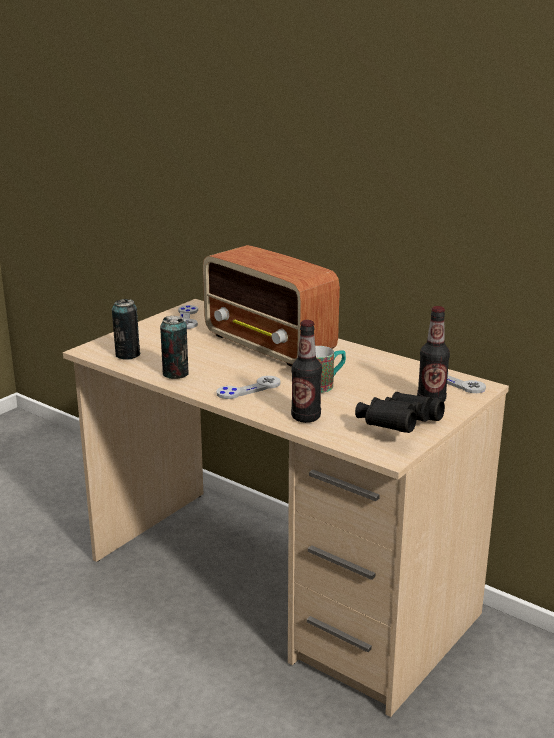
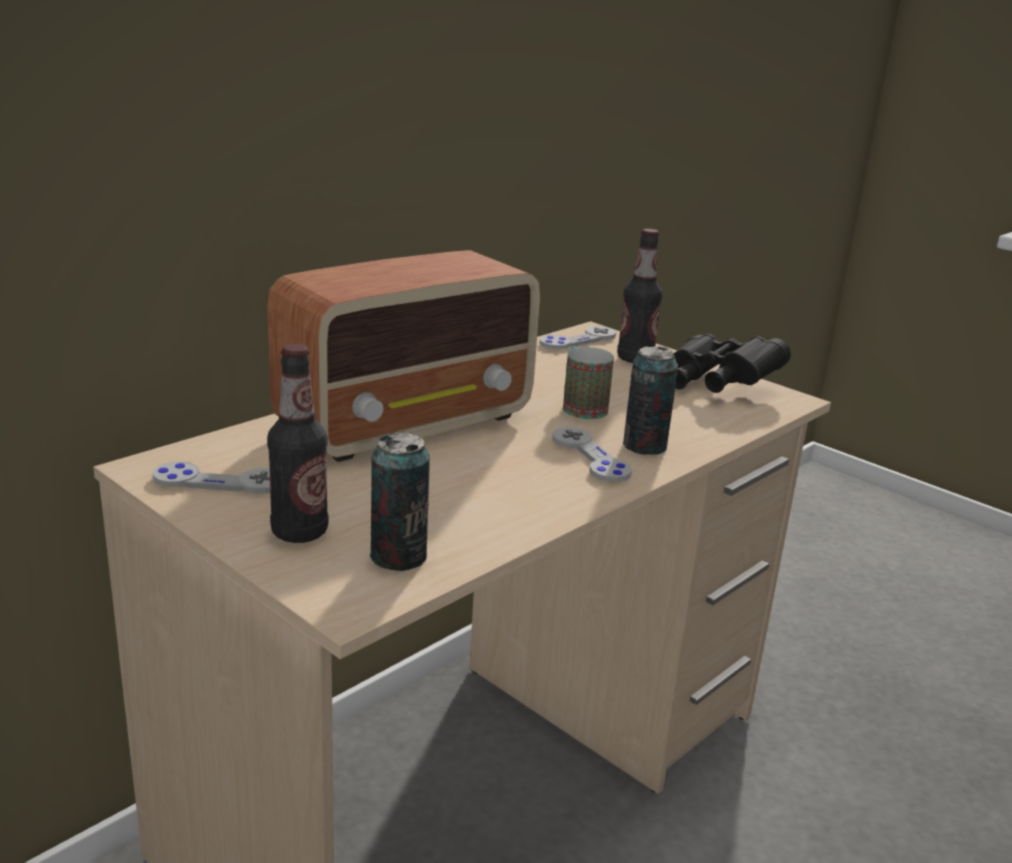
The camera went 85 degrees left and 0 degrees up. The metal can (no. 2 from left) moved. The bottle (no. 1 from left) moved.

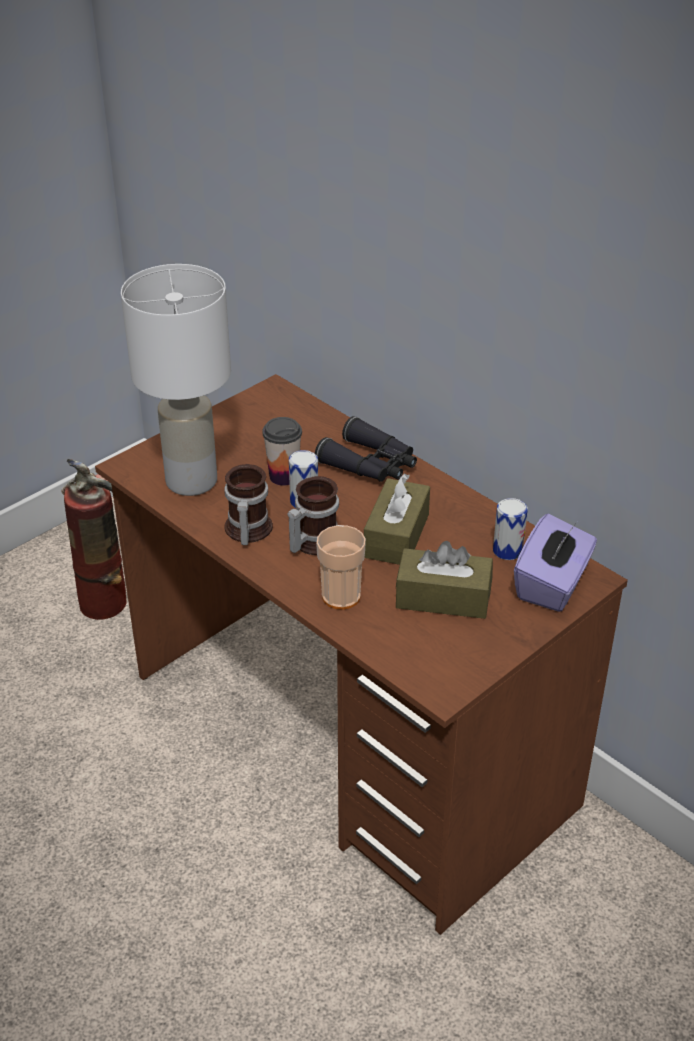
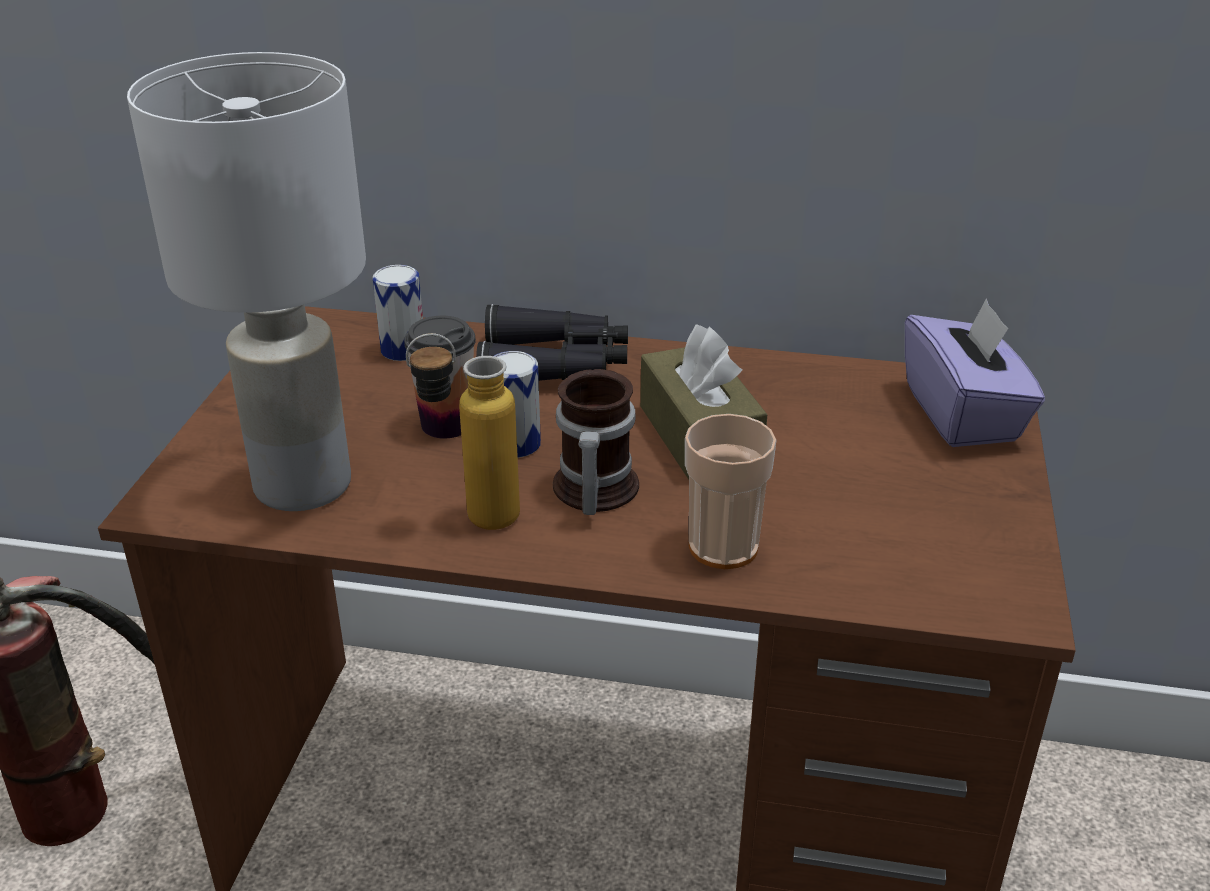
The camera went 35 degrees left and 5 degrees down. The tissue box (brownish) (no. 2 from left) disappeared. The metal can (no. 2 from left in the first image) moved. The tea mug (no. 1 from left) was replaced by the bottle.

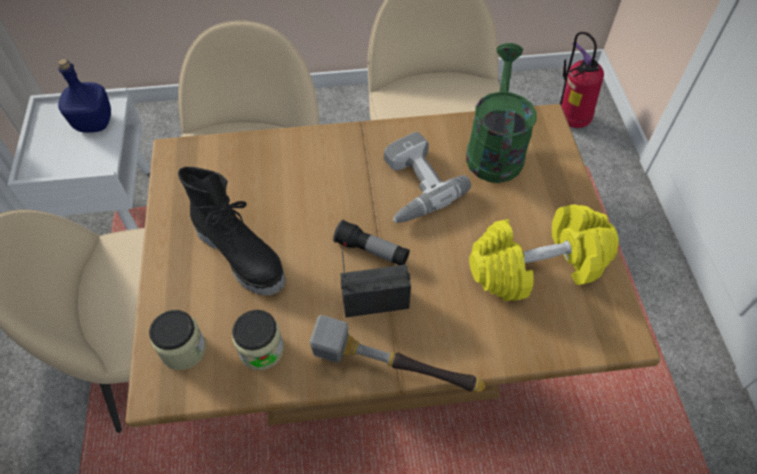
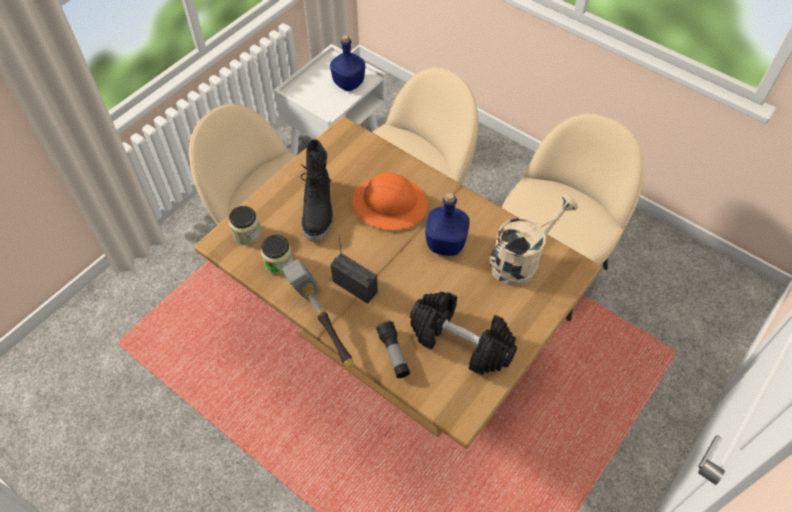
The camera went 45 degrees right and 0 degrees up. The fire-fighting cylinder disappeared. The safety helmet (orange-coloured) appeared. The hand torch moved. The electric drill was replaced by the bottle (blue) (no. 2 from left). The watering pot (green) became the watering pot (beige). The dumbbell (yellowish) became the dumbbell (black-coloured).

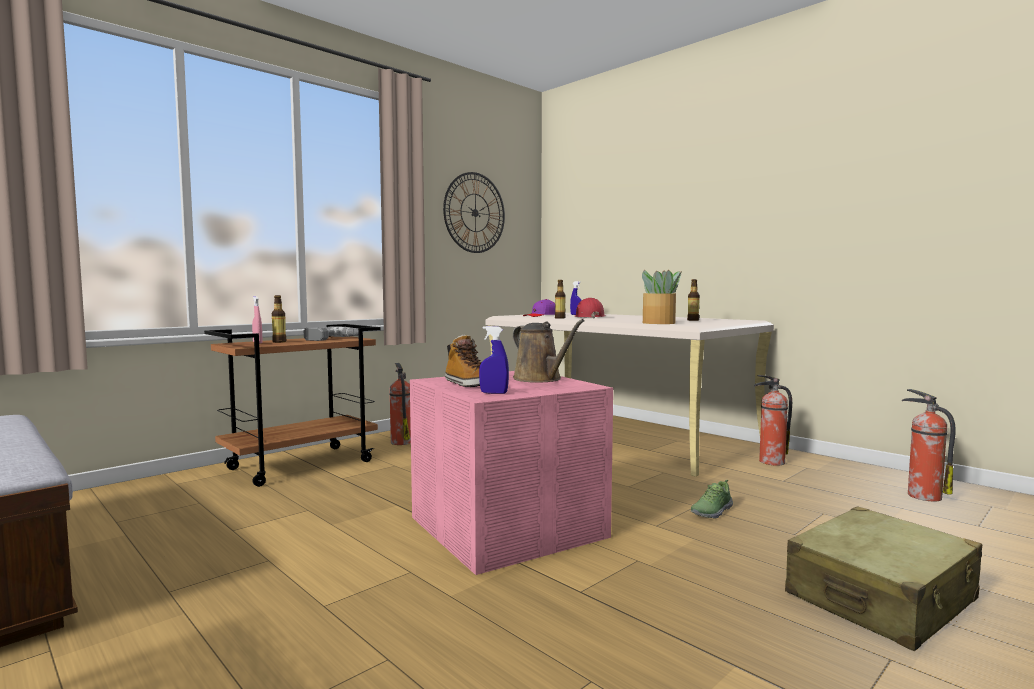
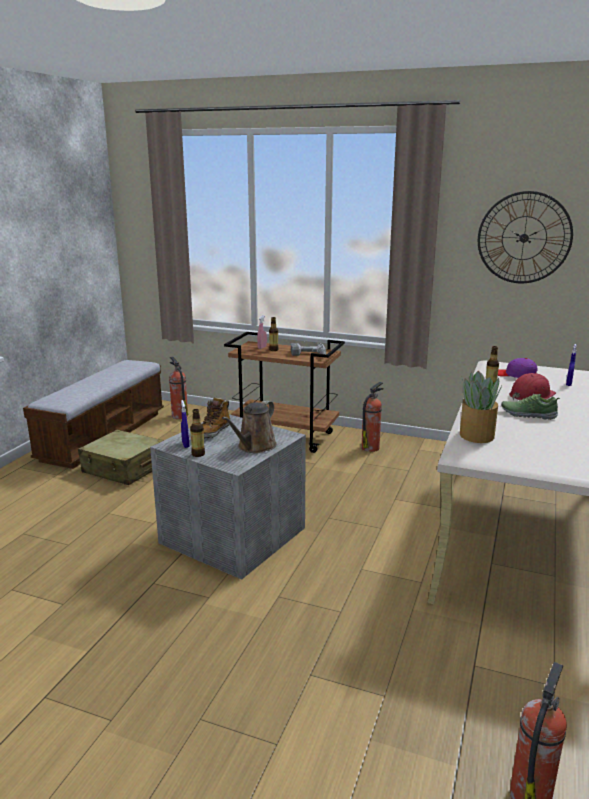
The camera went 65 degrees right and 15 degrees up. The bottle (no. 3 from left in the first image) moved. The shoe moved. The fire-fighting cylinder (no. 2 from left in the first image) moved. The travel case (beige) moved. The storage bin (pink) became the storage bin (grey).

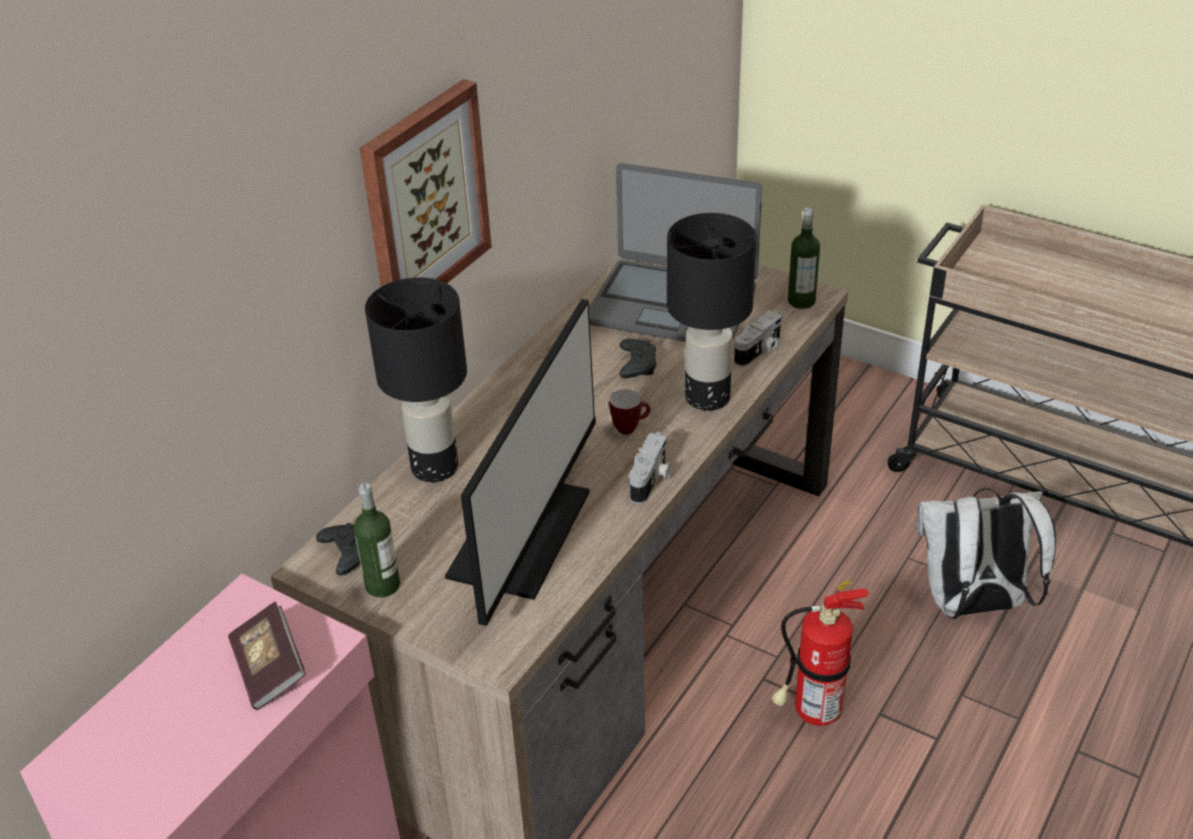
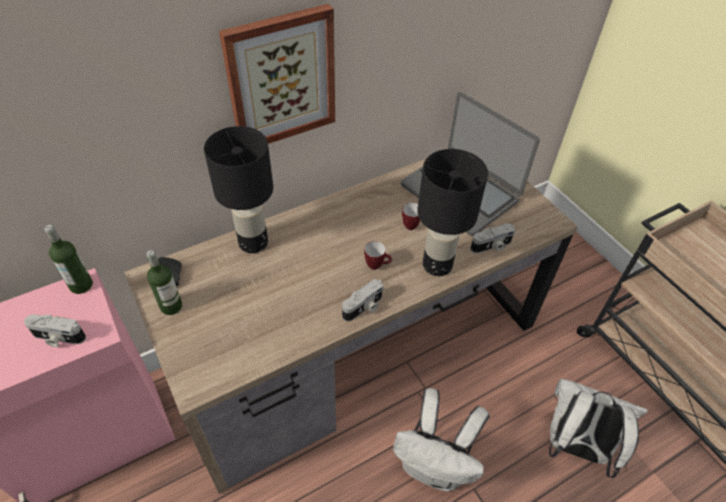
The camera went 25 degrees right and 10 degrees up. The computer screen disappeared. The bottle (no. 2 from left in the first image) moved. The book was replaced by the still camera (no. 1 from left). The game controller (black-coloured) (no. 2 from left) was replaced by the tea mug (no. 2 from left). The fire-fighting cylinder was replaced by the backpack (whitish) (no. 1 from left).

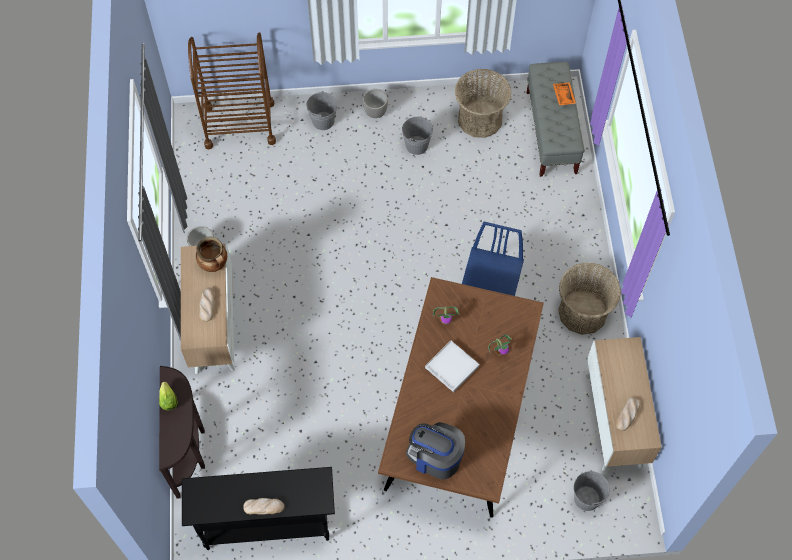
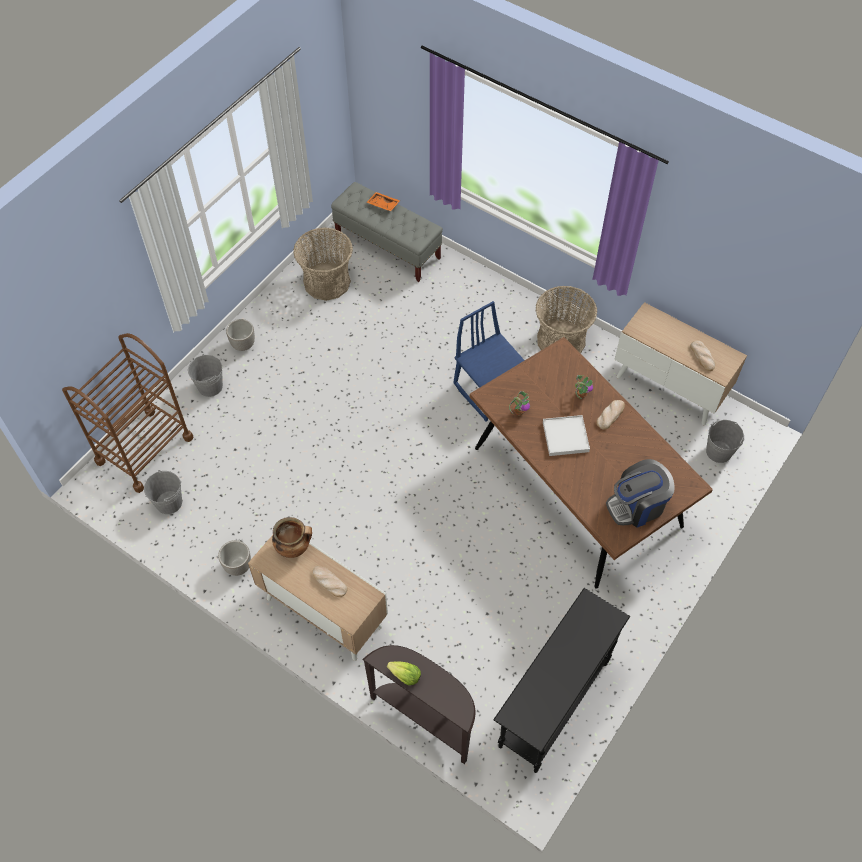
The camera went 50 degrees left and 5 degrees down. The bakery bread (no. 2 from left) moved. The water bucket (grey) (no. 2 from left in the first image) moved.

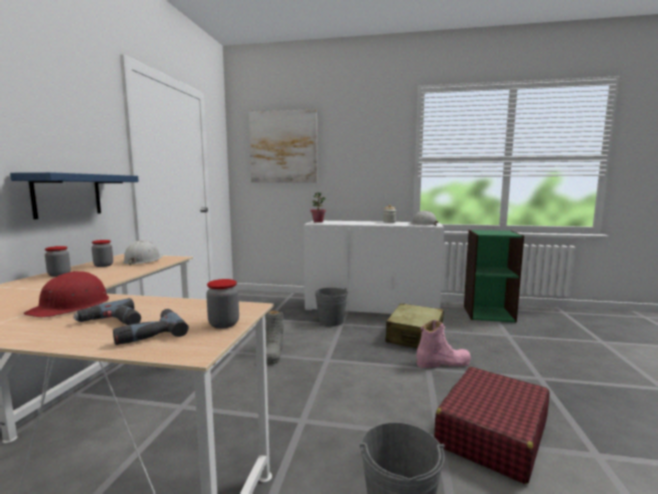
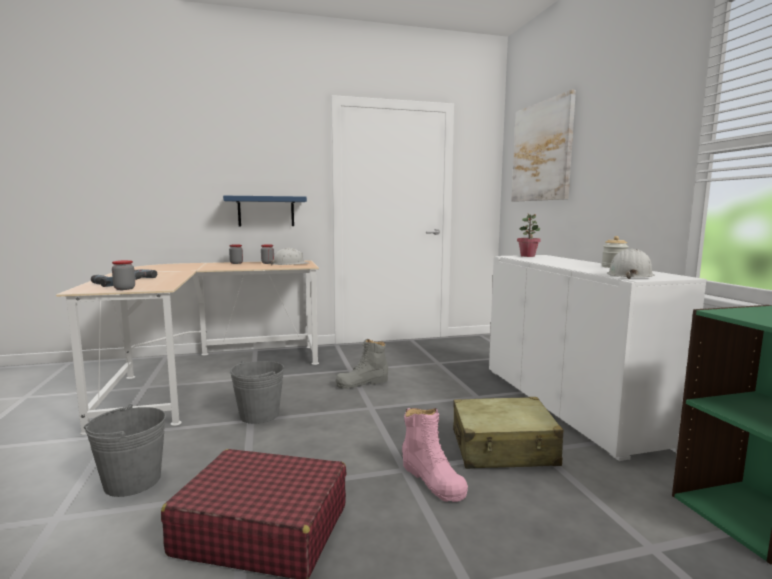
The camera went 65 degrees right and 0 degrees up. The safety helmet (reddish) disappeared. The water bucket (grey) (no. 1 from left in the first image) moved.

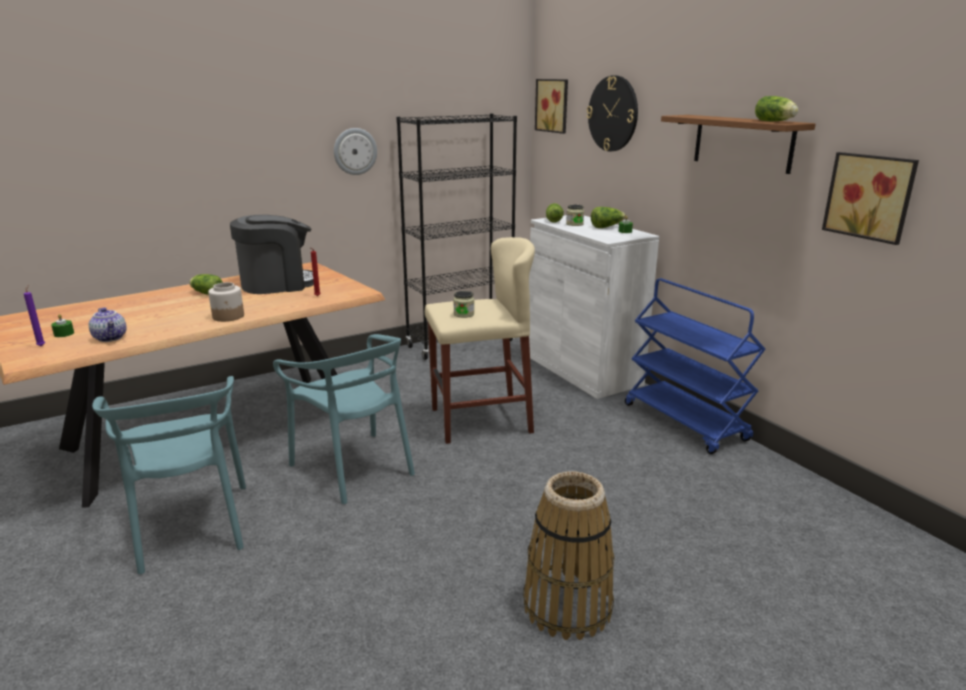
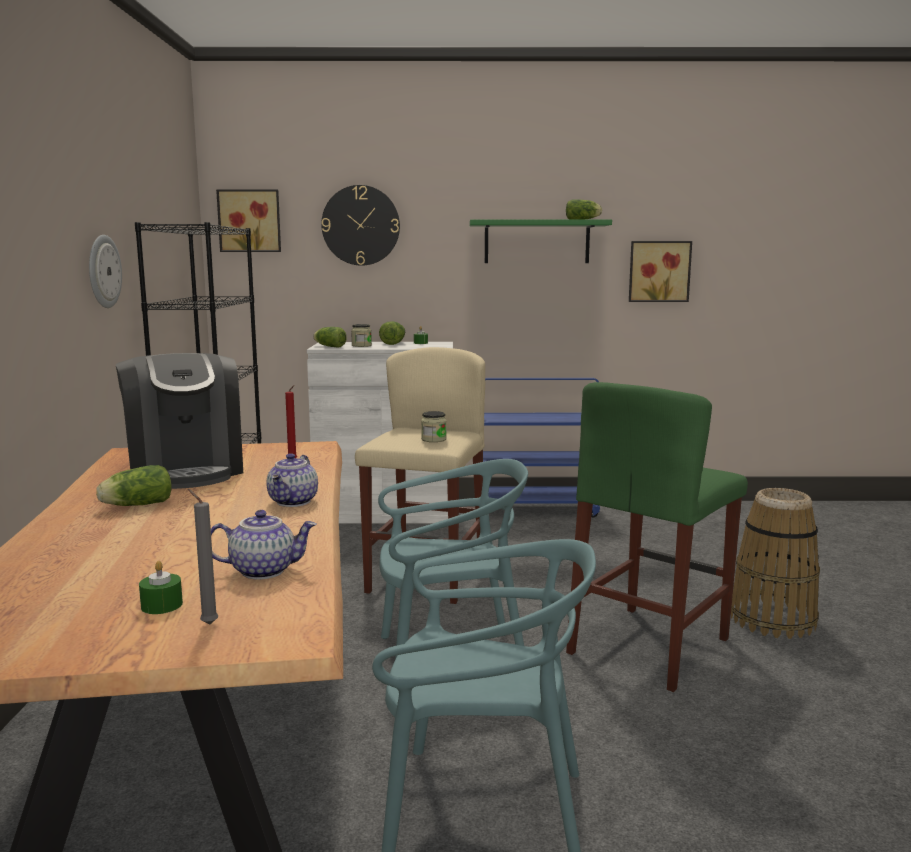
The camera went 60 degrees left and 10 degrees down. The sitting stool (green) appeared. The jar (no. 1 from left) was replaced by the pot for tea (no. 2 from left). The candle (purplish) became the candle (grey). The bracket shelf (brownish) became the bracket shelf (green). The coffee maker turned 150 degrees clockwise.

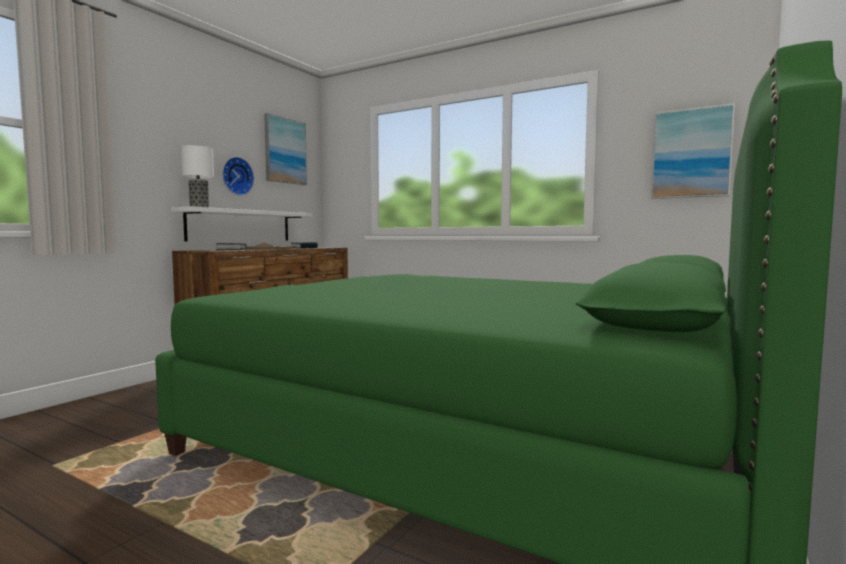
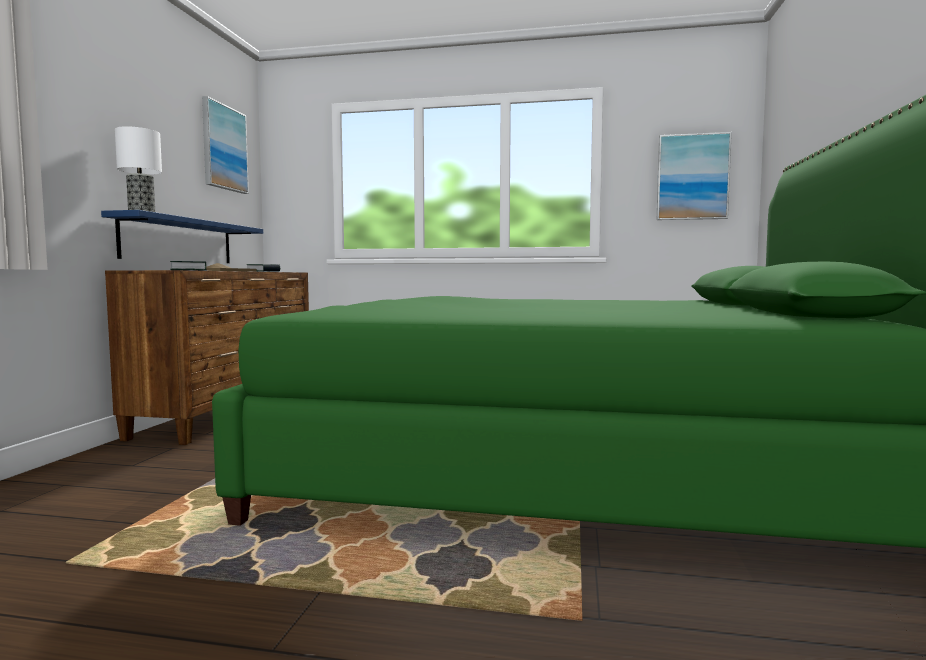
The camera went 20 degrees left and 0 degrees up. The clock on the wall disappeared. The bracket shelf (whitish) became the bracket shelf (blue).

